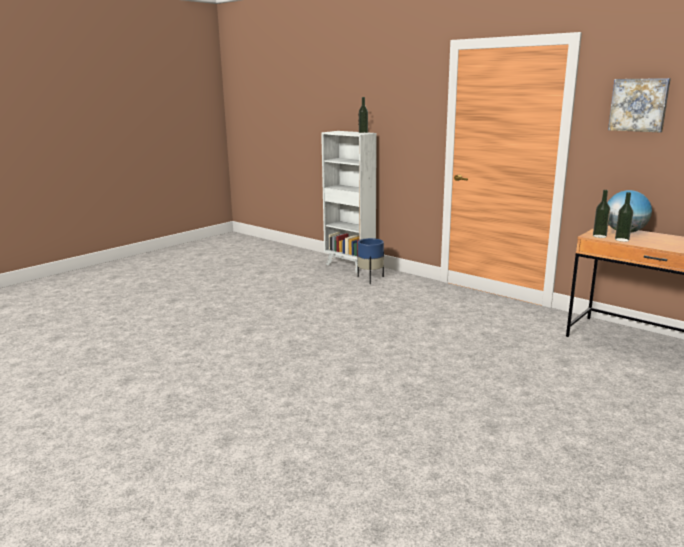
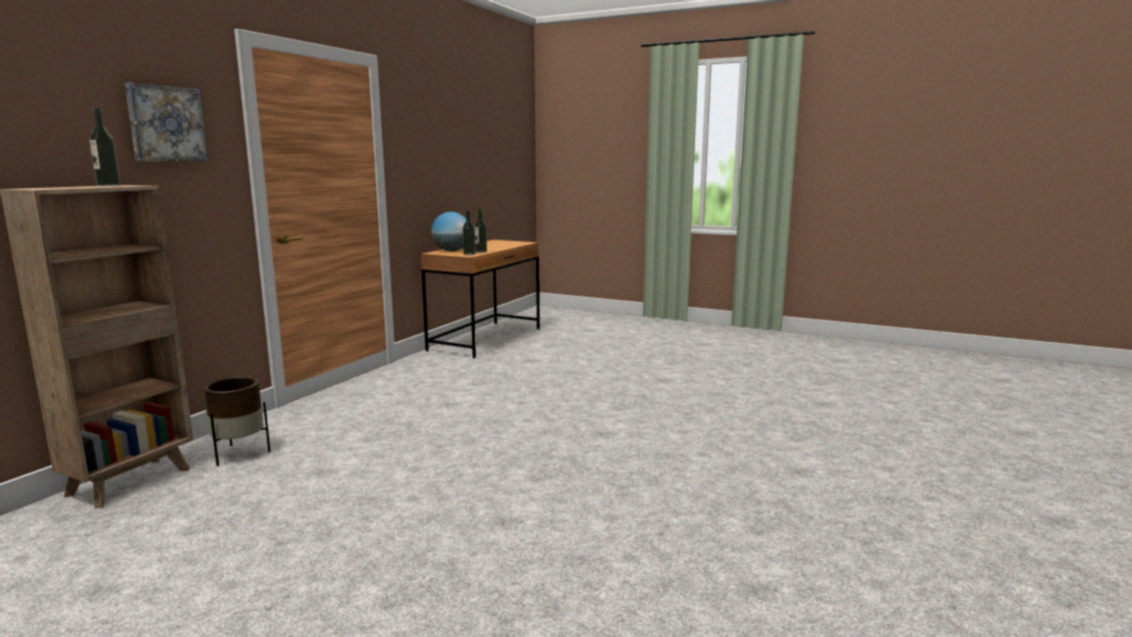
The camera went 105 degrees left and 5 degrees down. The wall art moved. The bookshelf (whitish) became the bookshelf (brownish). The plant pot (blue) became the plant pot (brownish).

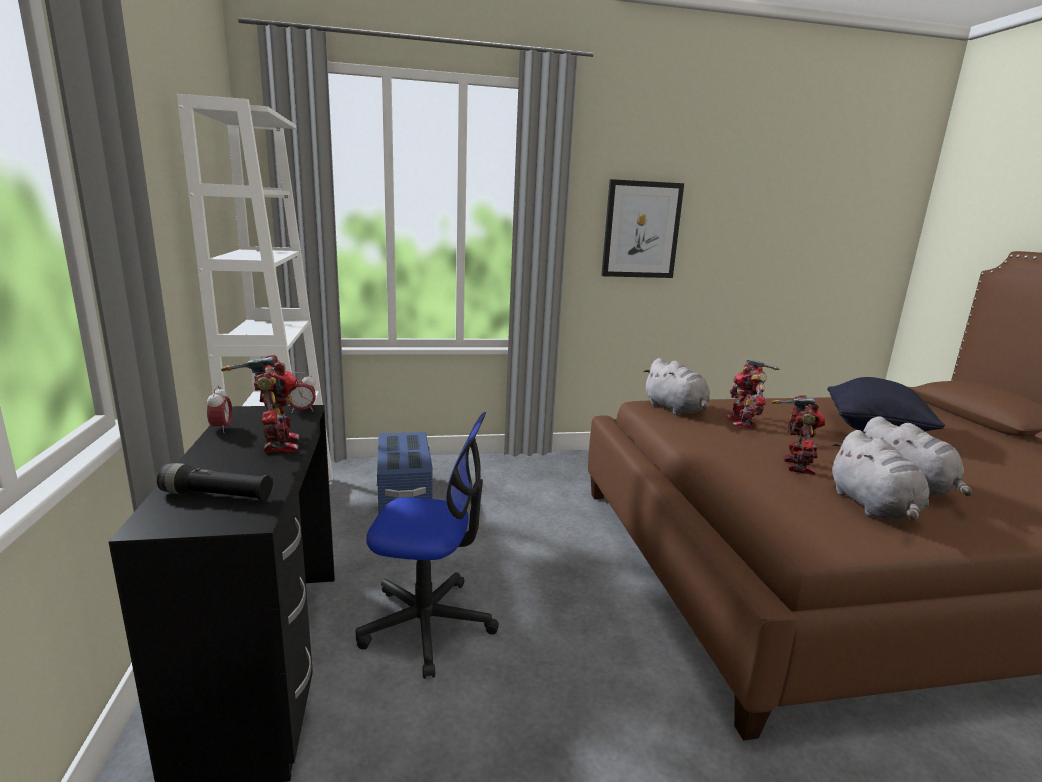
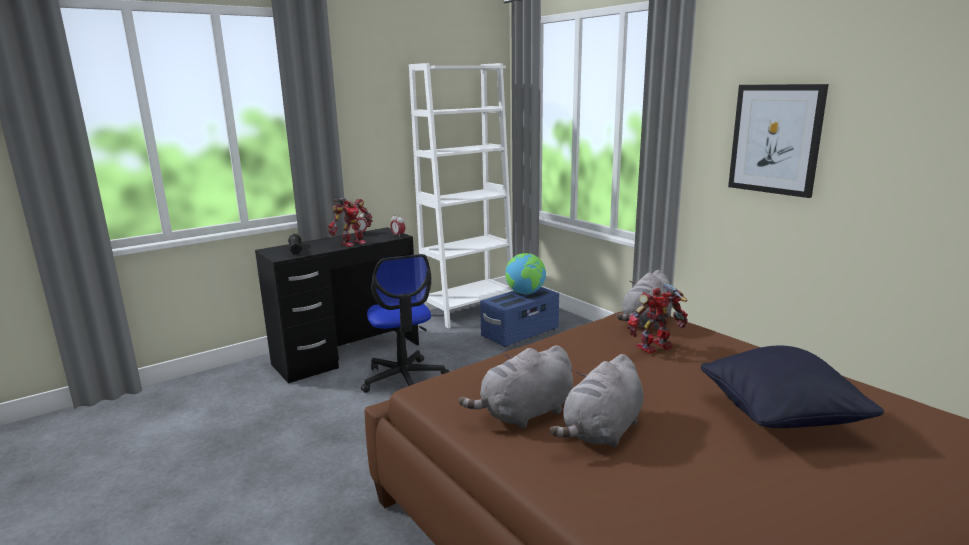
The camera went 65 degrees right and 0 degrees up. The robot figure (no. 3 from left) disappeared. The world globe appeared.

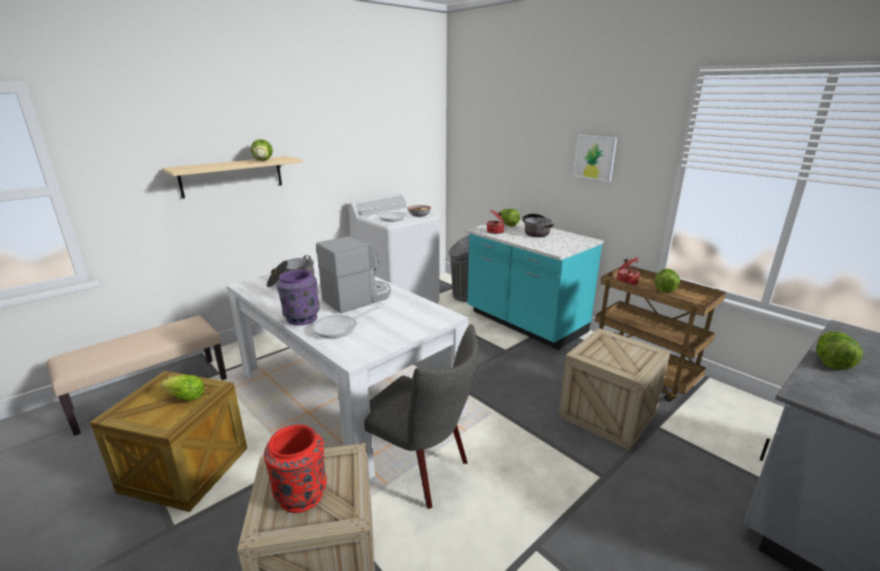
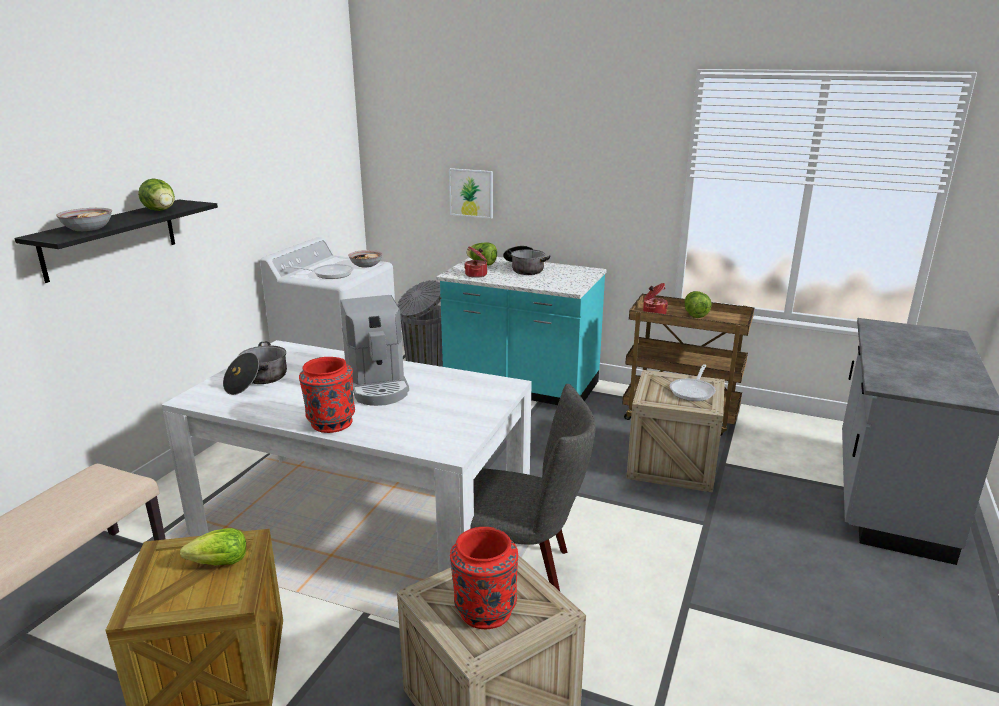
The camera went 25 degrees left and 0 degrees up. The lettuce (no. 5 from left) disappeared. The deep dish (no. 1 from left) appeared. The frying pan (no. 1 from left in the first image) moved. The wall art moved. The bracket shelf (beige) became the bracket shelf (black-coloured). The vase (purplish) became the vase (reddish) (no. 1 from left). The coffee maker turned 135 degrees clockwise.

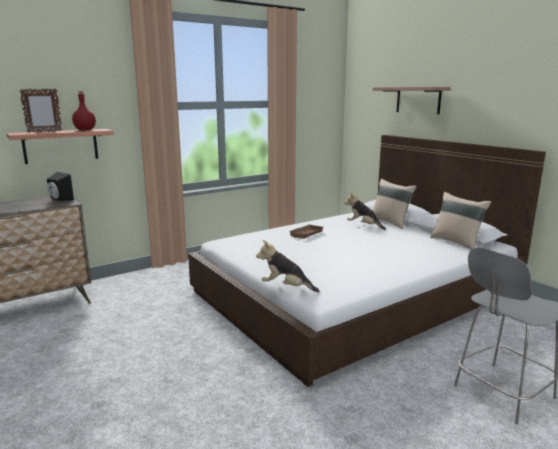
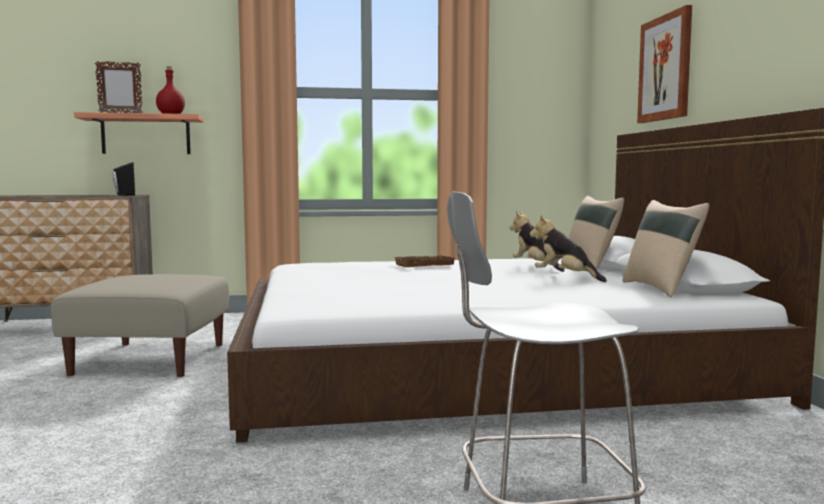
The camera went 25 degrees right and 10 degrees down. The footrest (beige) appeared. The plush toy (no. 1 from left in the first image) moved. The bracket shelf (no. 2 from left) was replaced by the wall art.

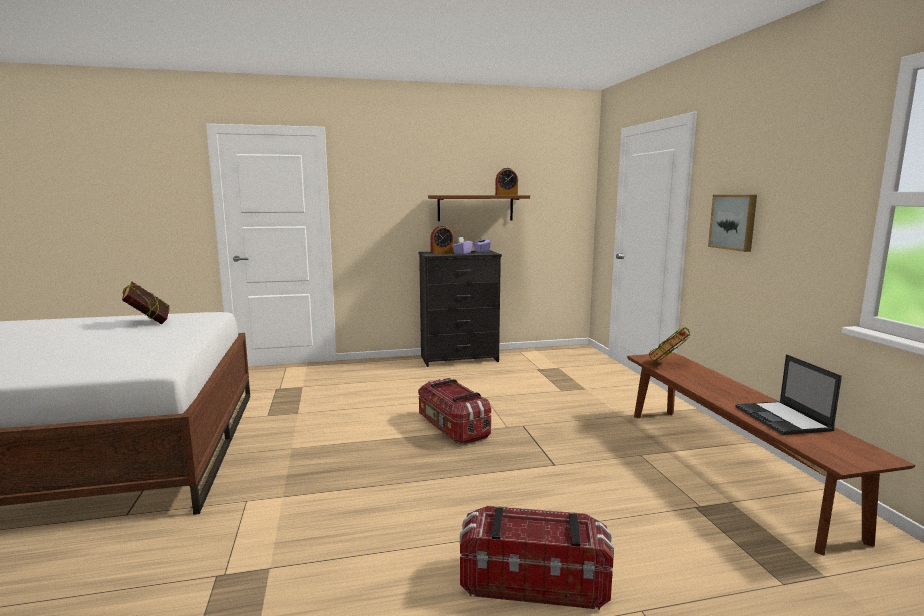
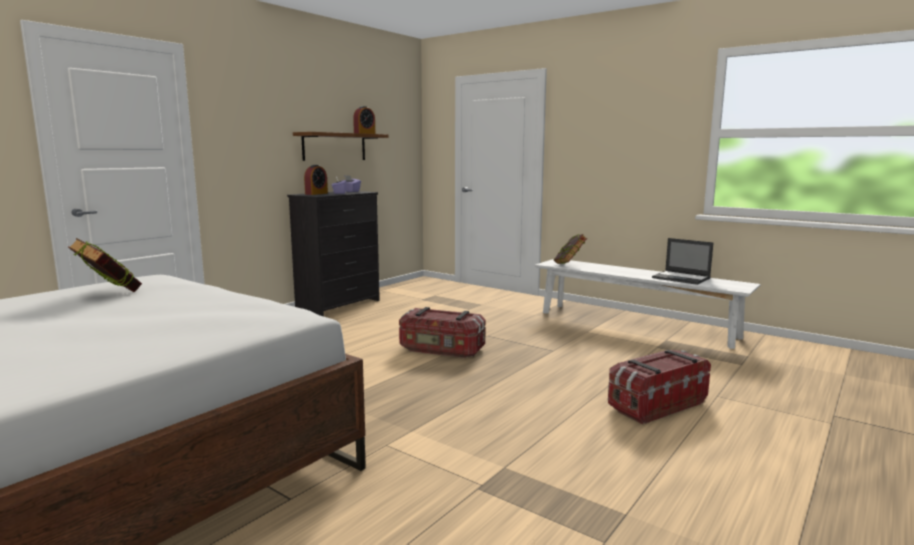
The camera went 40 degrees left and 0 degrees up. The wall art disappeared. The long seat (brownish) became the long seat (whitish).

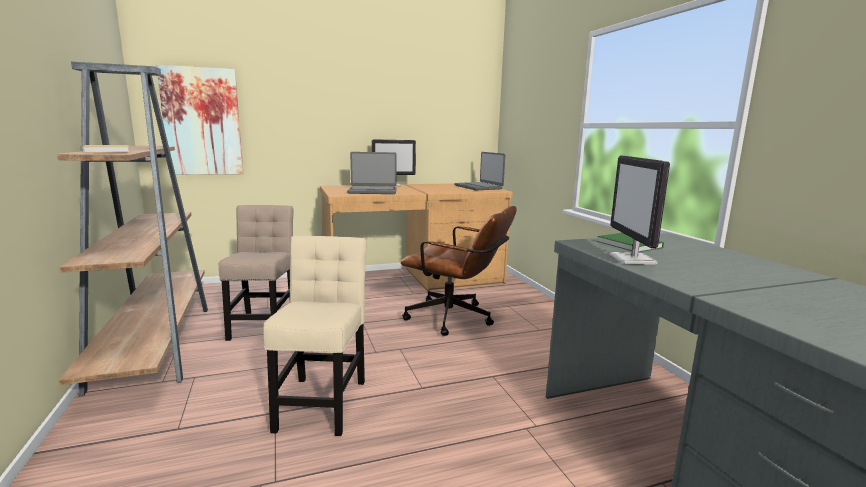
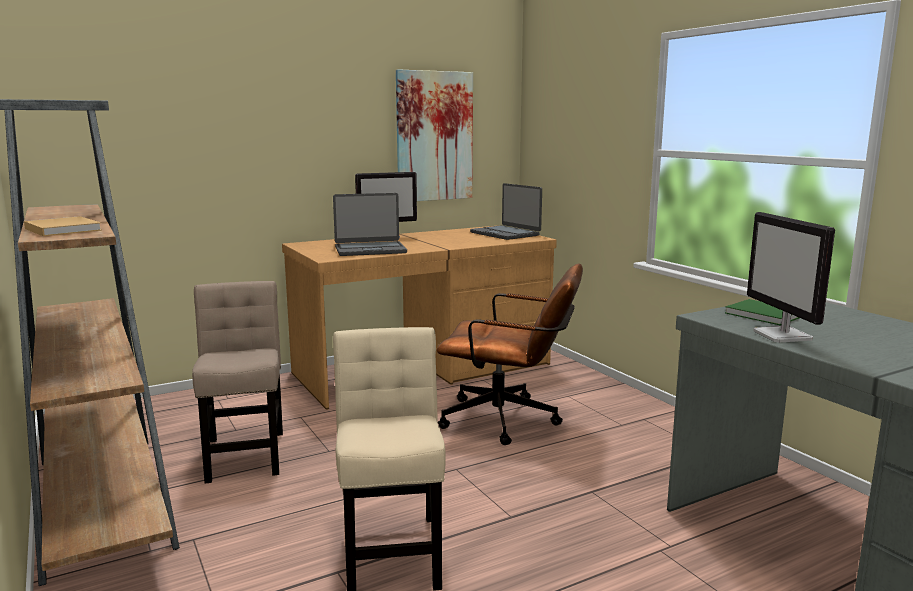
The camera went 10 degrees left and 0 degrees up. The wall art moved.

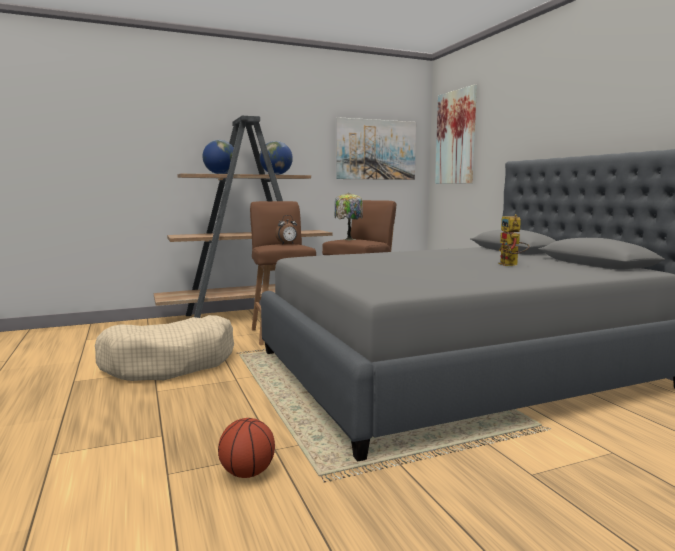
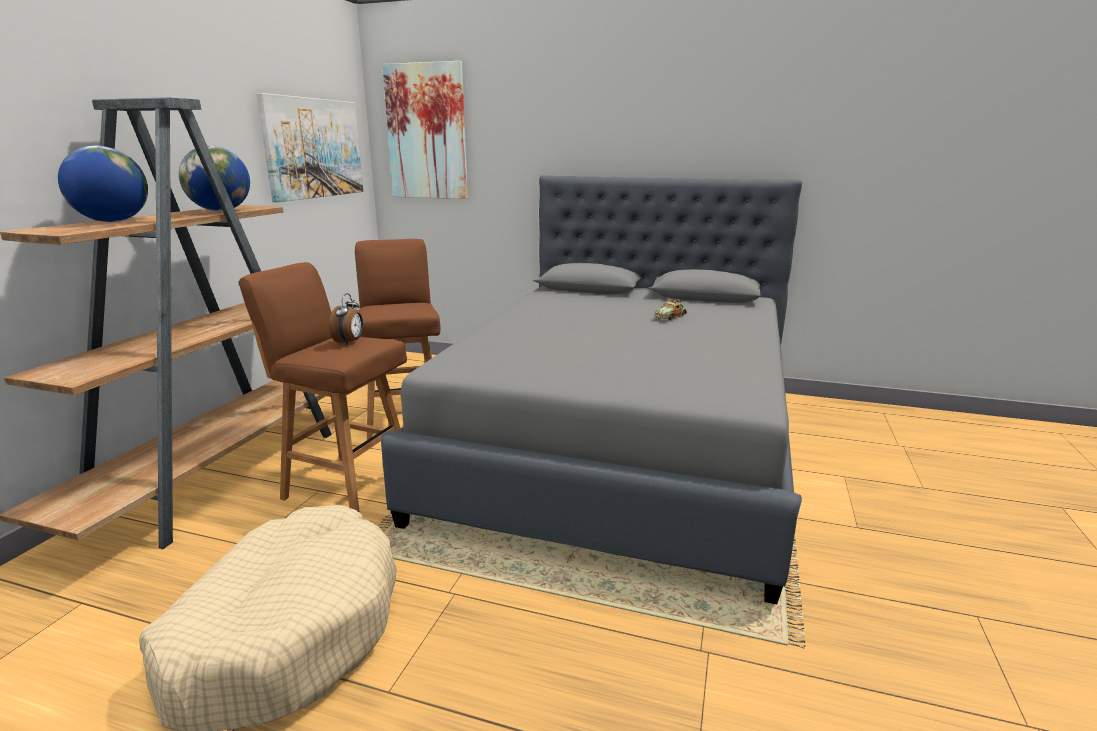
The camera went 50 degrees left and 10 degrees up. The basketball disappeared. The lamp for a table disappeared. The robot figure was replaced by the toy car.

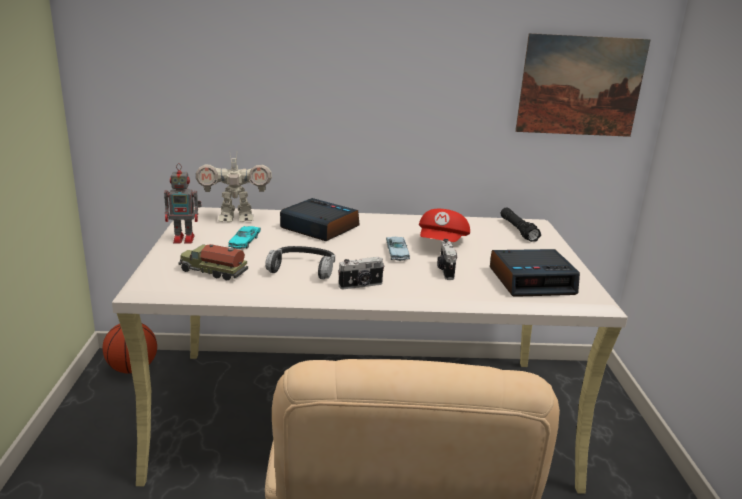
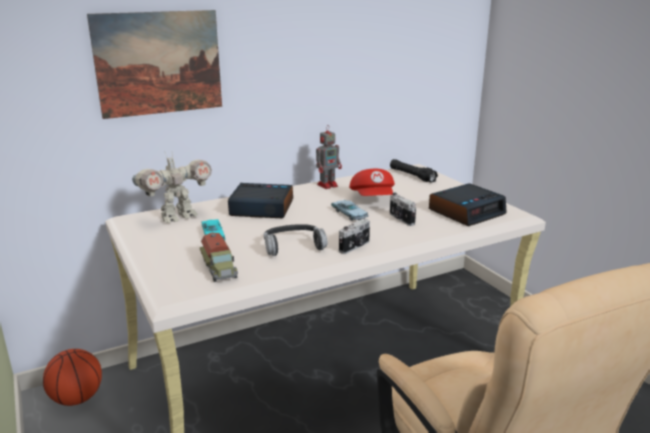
The camera went 25 degrees left and 0 degrees up. The robot figure (no. 1 from left in the first image) moved. The wall art moved. The toy lorry turned 105 degrees counterclockwise.

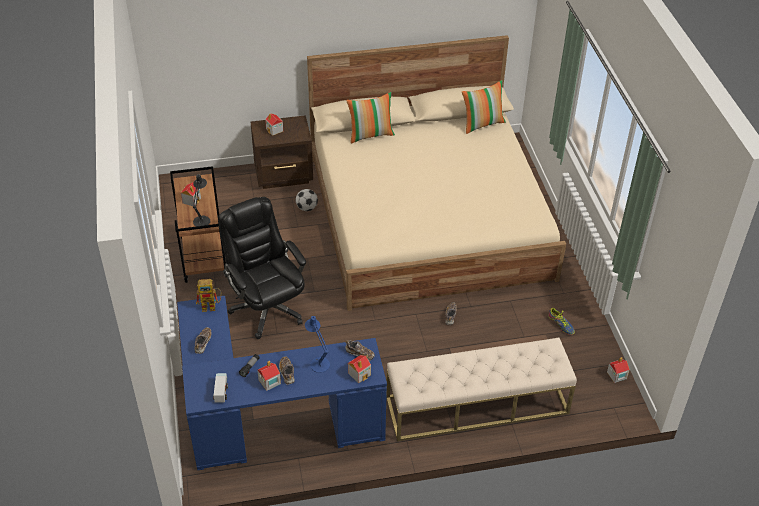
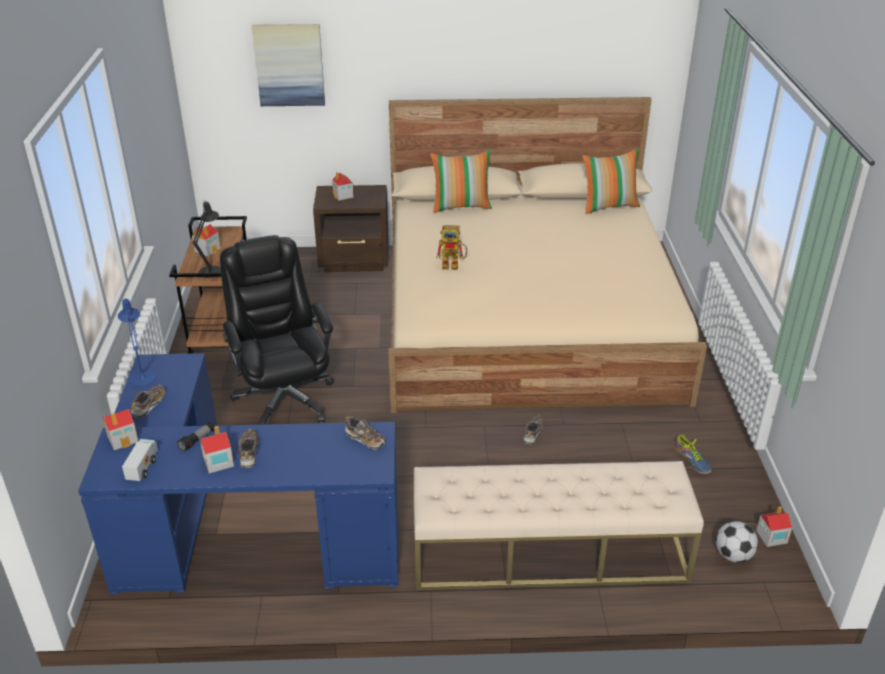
The camera went 10 degrees right and 10 degrees down. The wall art appeared. The robot figure moved. The ball for football moved. The lamp for a table (blue) moved. The model house (no. 4 from left in the first image) moved.

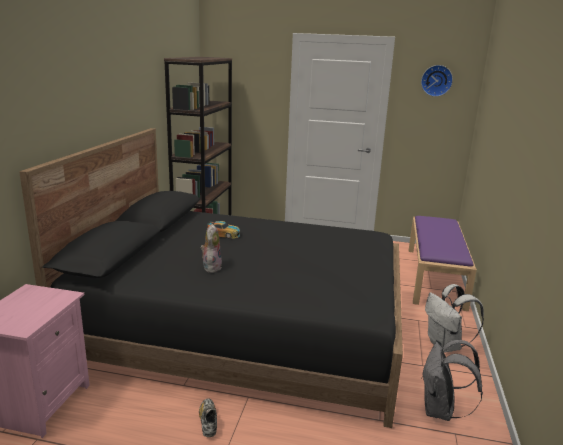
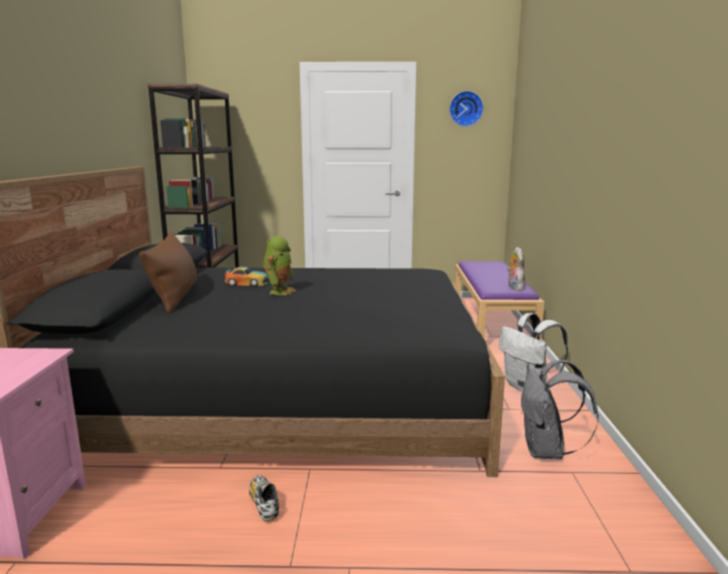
The camera went 10 degrees left and 5 degrees down. The cushion (brownish) appeared. The robot figure appeared. The plush toy moved.

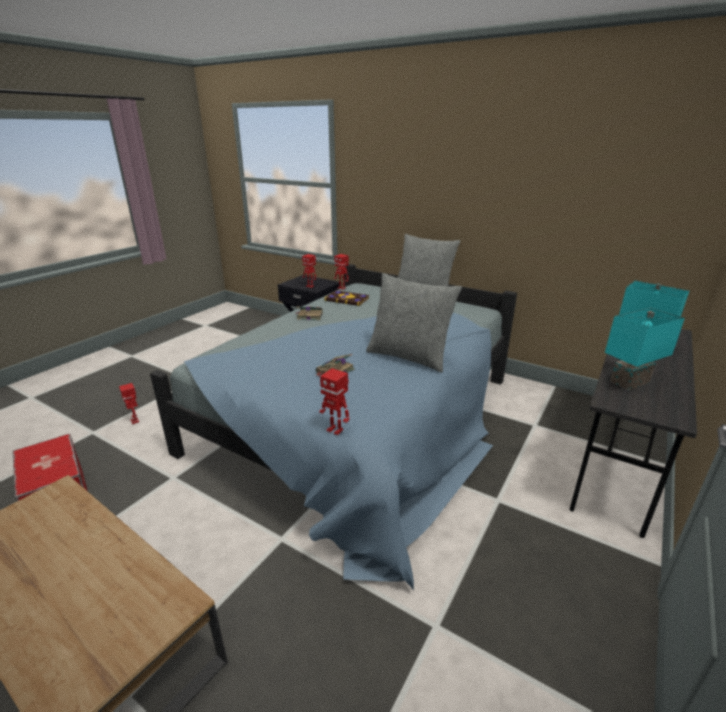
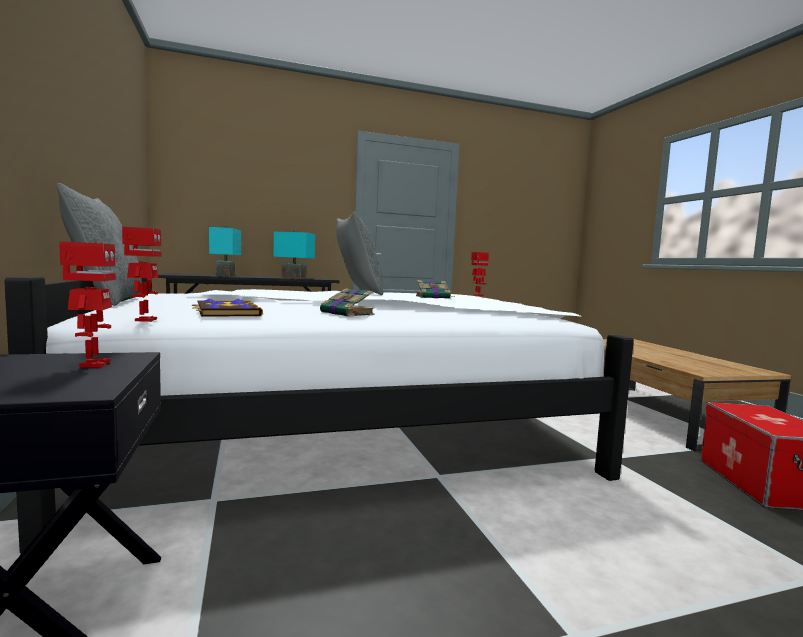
The camera went 140 degrees left and 20 degrees down. The robot figure (no. 1 from left) disappeared. The bedroom bed (blue) became the bedroom bed (whitish).

